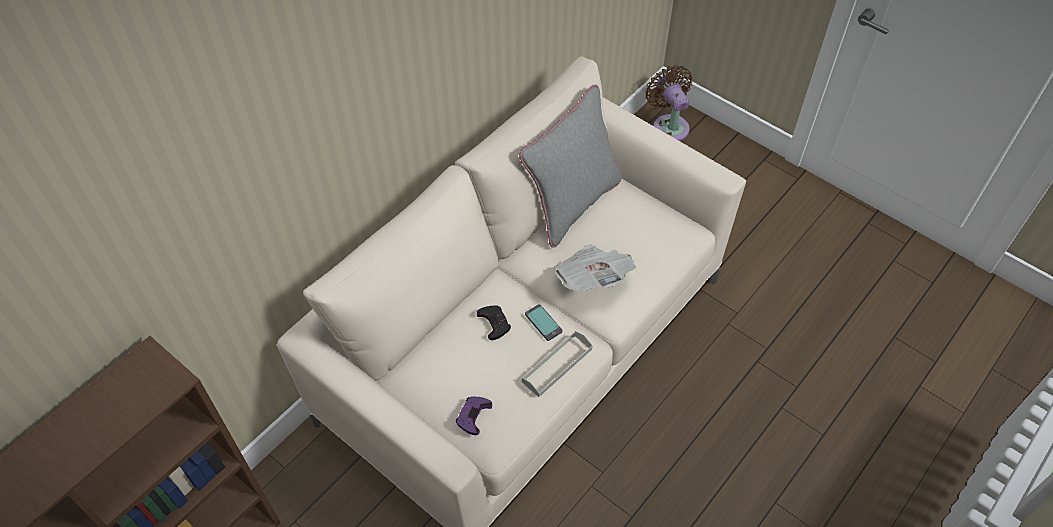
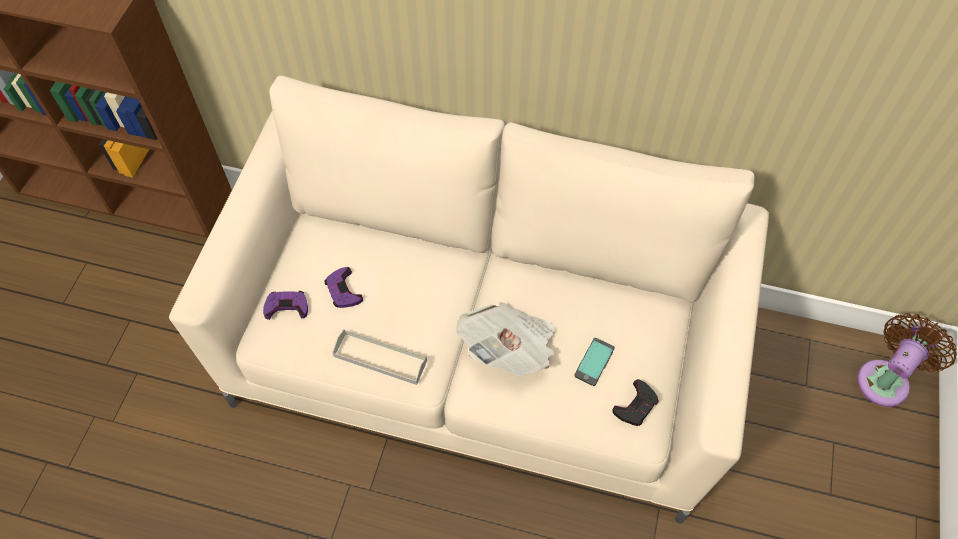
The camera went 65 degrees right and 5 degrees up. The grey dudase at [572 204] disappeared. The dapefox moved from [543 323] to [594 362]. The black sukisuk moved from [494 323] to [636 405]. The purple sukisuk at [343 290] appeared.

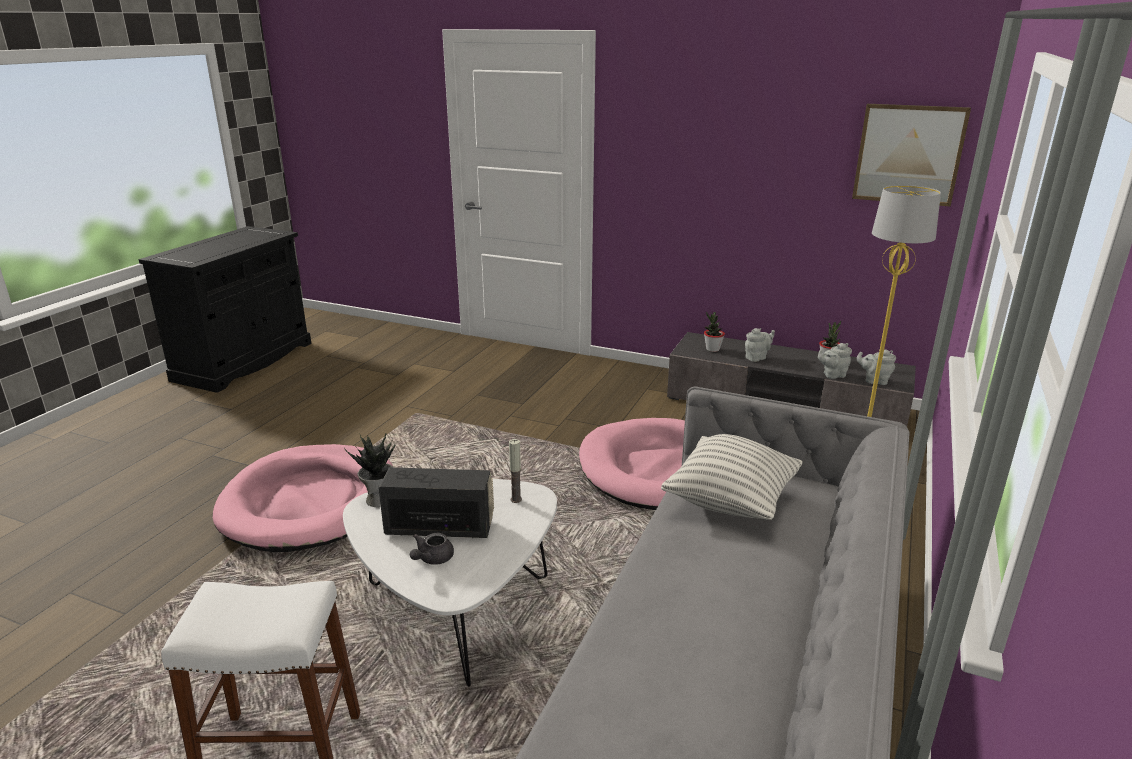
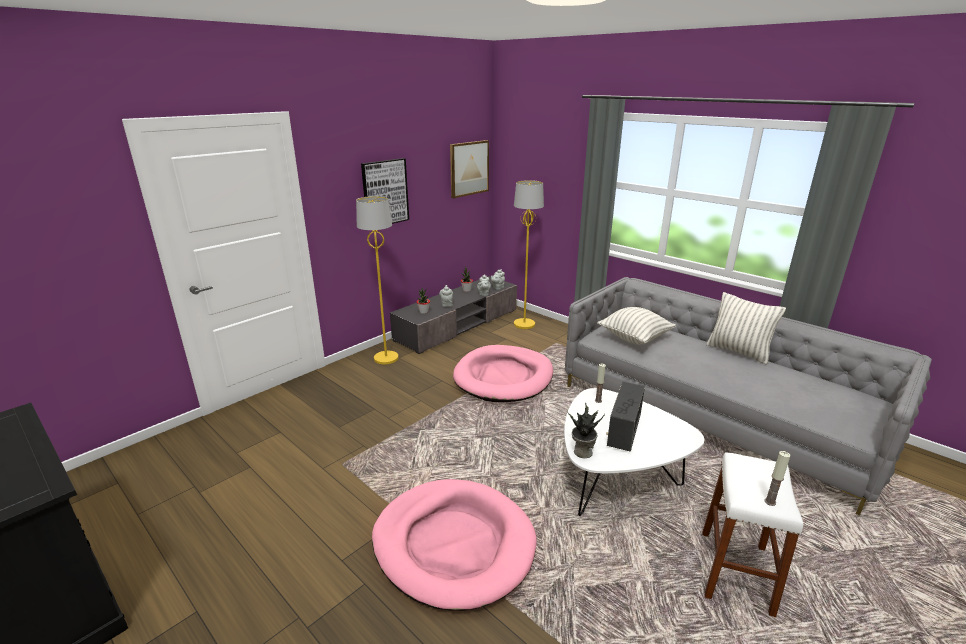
The camera went 70 degrees left and 0 degrees up. The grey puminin at [432 559] disappeared. The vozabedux at [385 192] appeared. The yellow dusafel at [386 358] appeared. The dudase at [738 352] appeared. The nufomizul at [770 502] appeared.

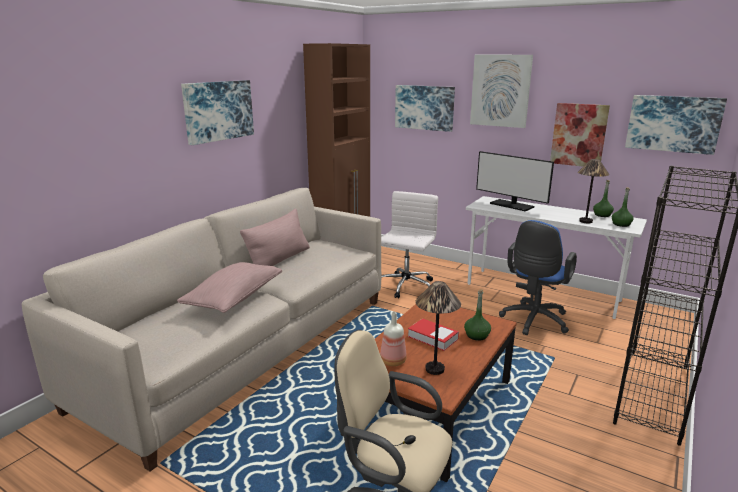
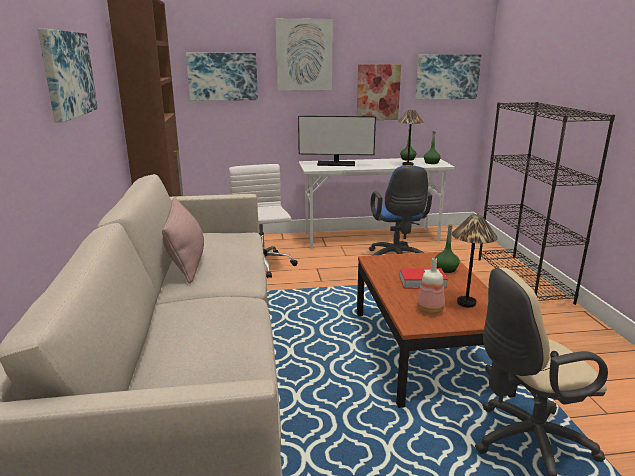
The camera went 40 degrees left and 0 degrees up. The pink dudase at [234 298] disappeared.

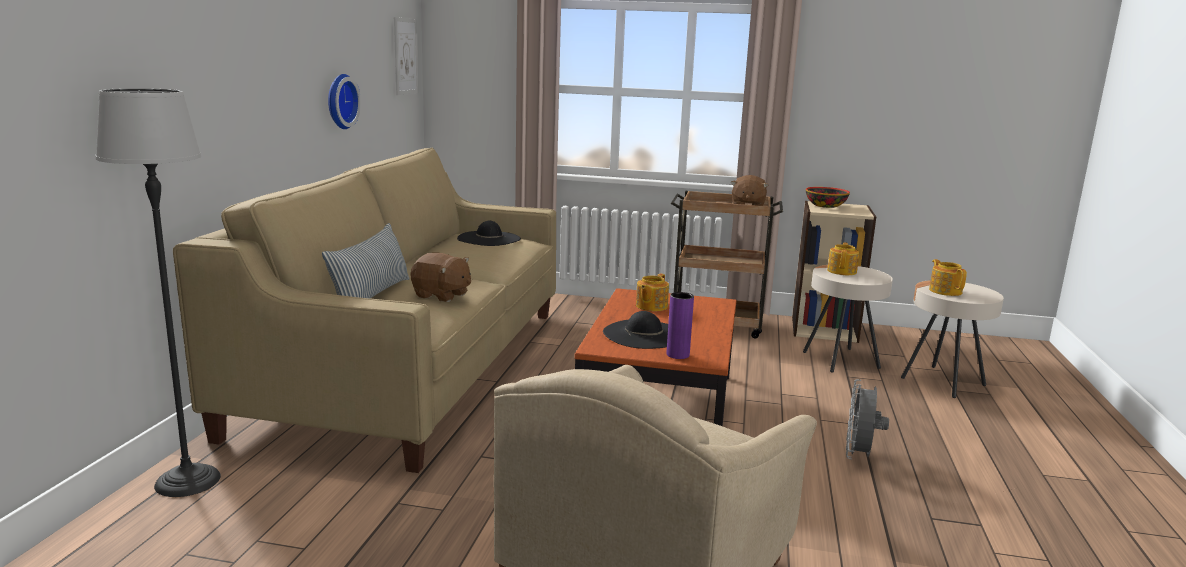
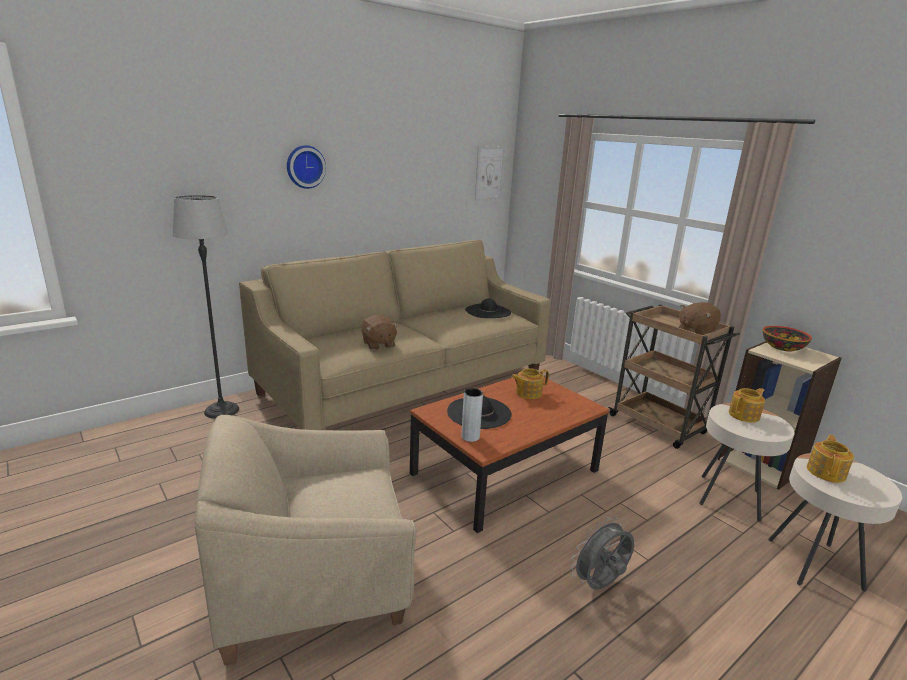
The camera went 40 degrees right and 5 degrees up. The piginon moved from [339 101] to [305 166]. The dudase at [371 296] disappeared. The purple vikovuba at [677 355] became the grey vikovuba at [470 437].

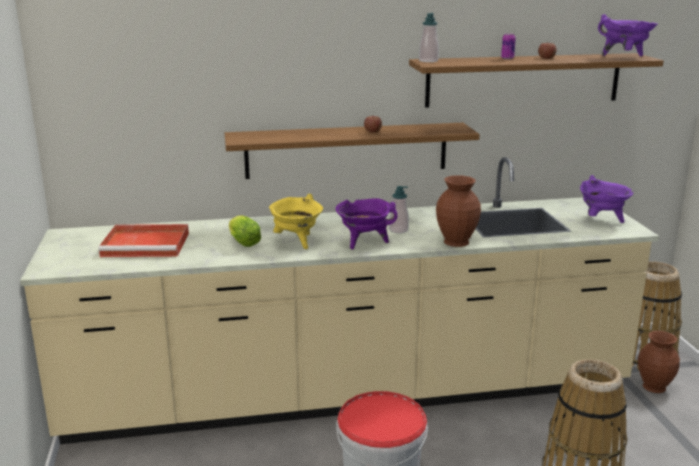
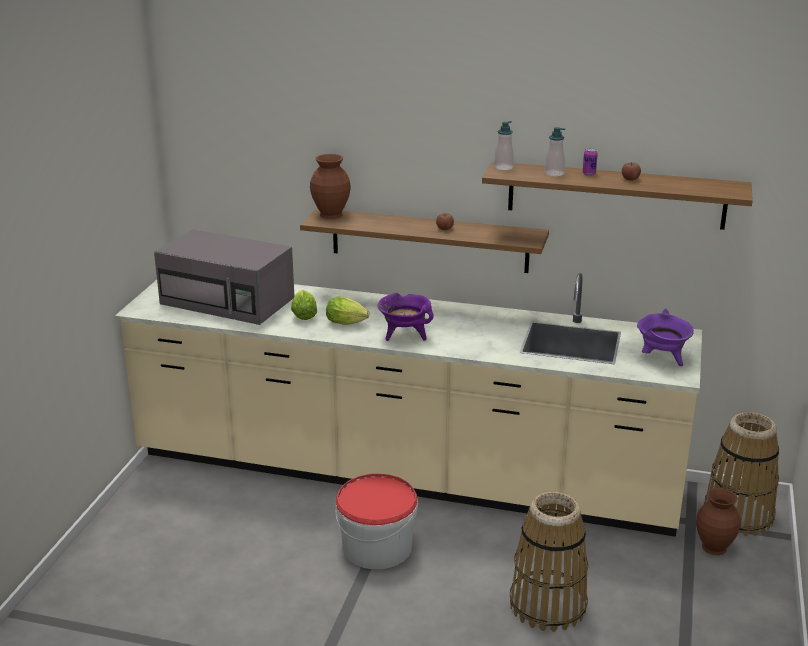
The camera went 25 degrees right and 5 degrees up. The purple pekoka at [624 57] disappeared. The brown vikovuba moved from [457 242] to [331 215]. The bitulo moved from [398 230] to [554 173]. The yellow pekoka at [296 242] was replaced by the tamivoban at [348 323]. The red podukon at [147 244] was replaced by the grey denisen at [229 301].

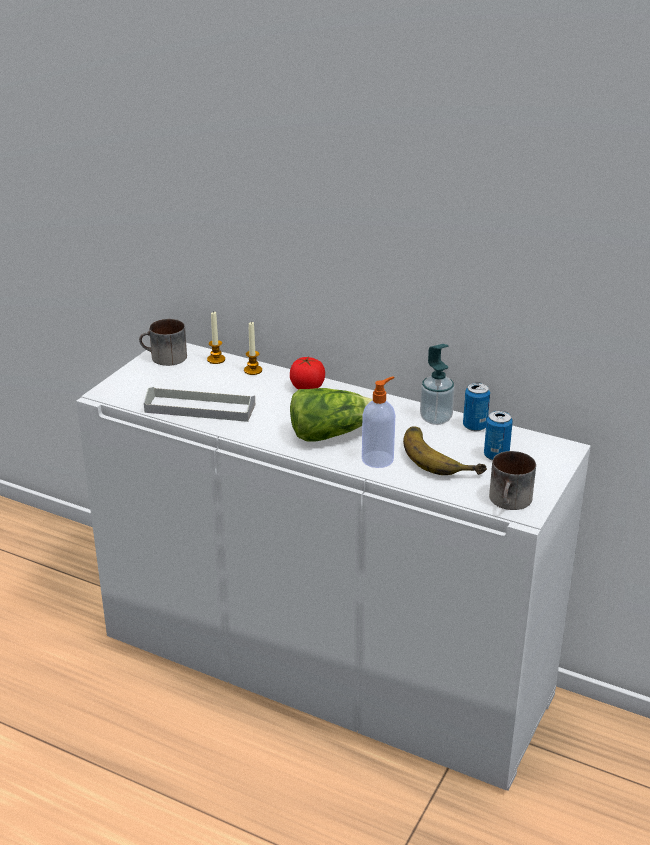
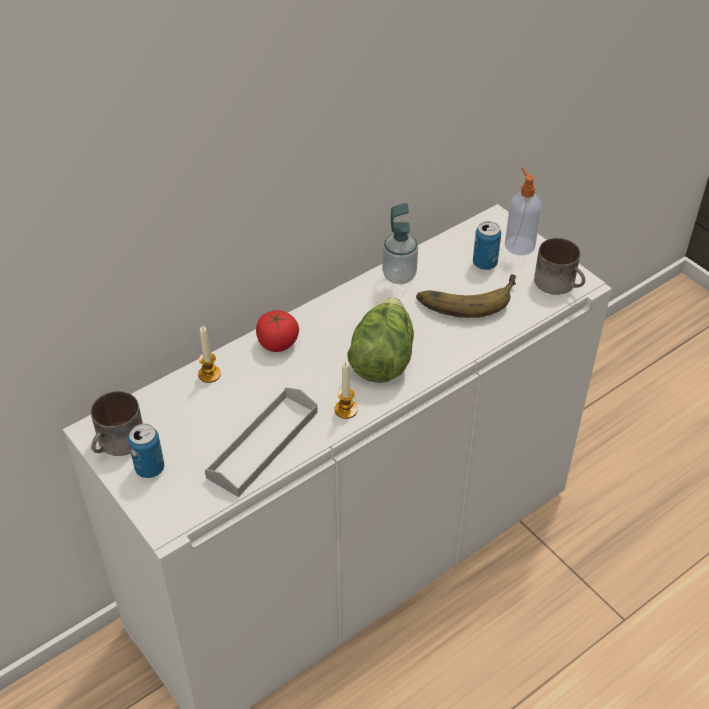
The camera went 65 degrees left and 15 degrees up. The nufomizul moved from [216 359] to [346 410]. The bitulo moved from [378 459] to [519 245]. The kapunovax moved from [474 426] to [150 468].

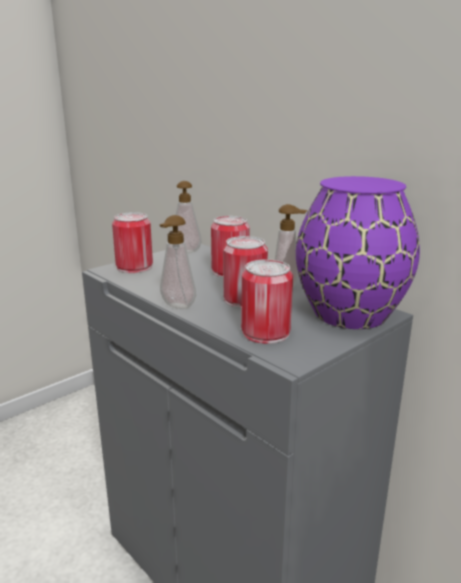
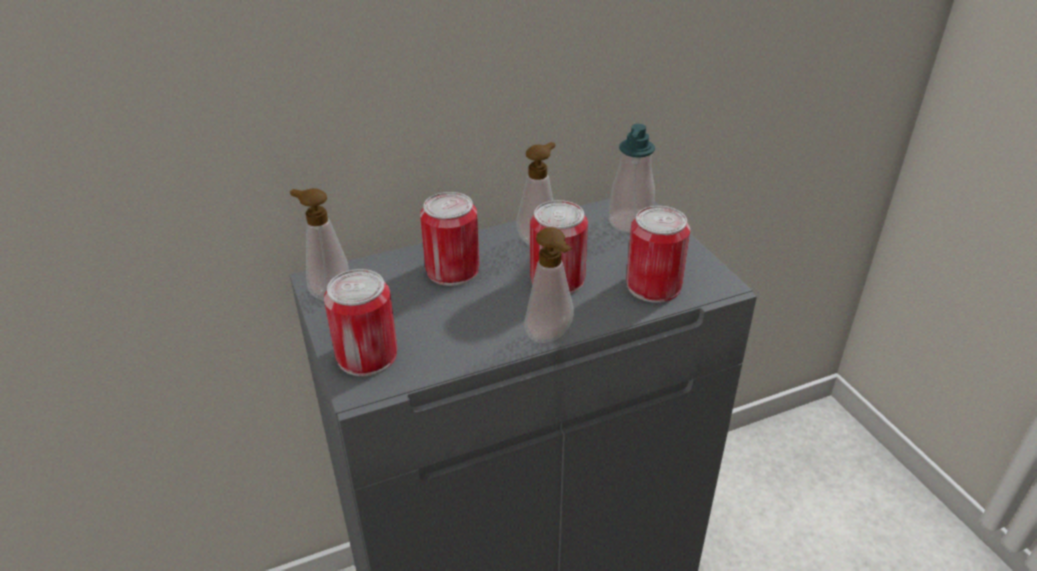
The camera went 70 degrees left and 15 degrees up. The purple vikovuba at [351 314] was replaced by the bitulo at [630 222].

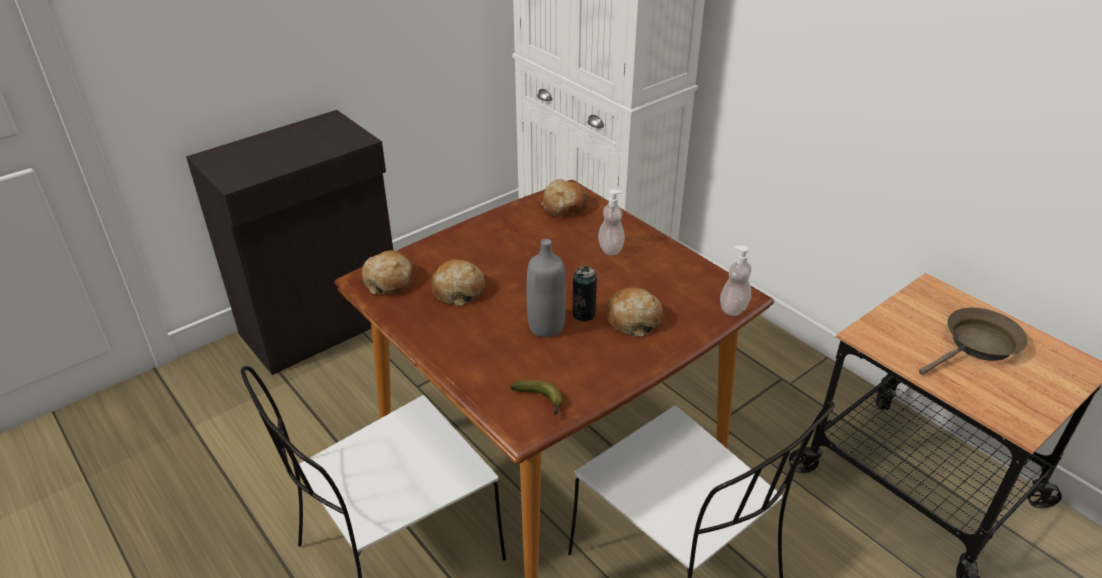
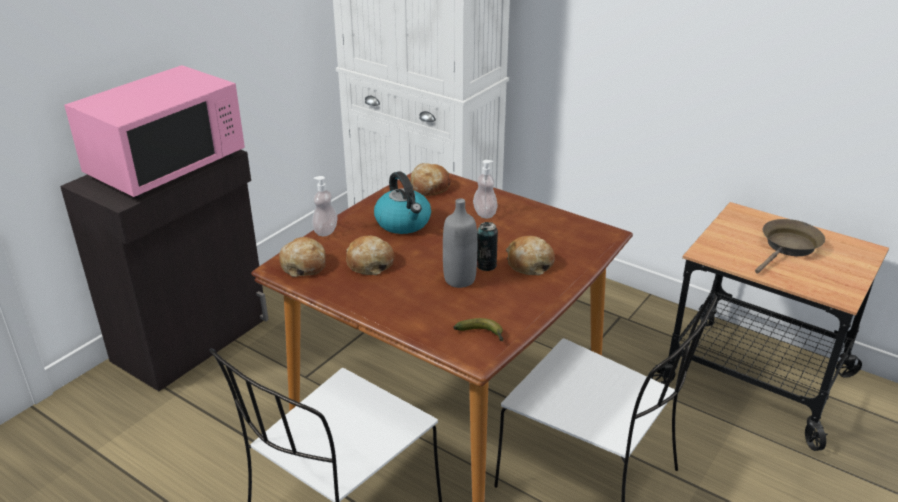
The camera went 15 degrees left and 5 degrees down. The bitulo moved from [733 308] to [325 231]. The pink denisen at [167 165] appeared. The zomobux at [404 223] appeared.

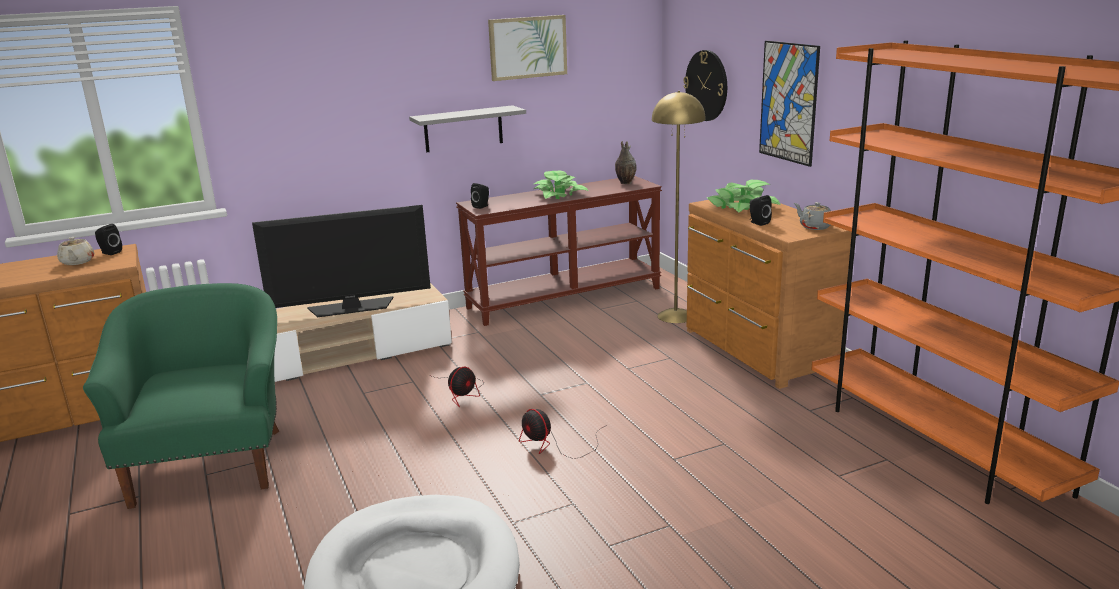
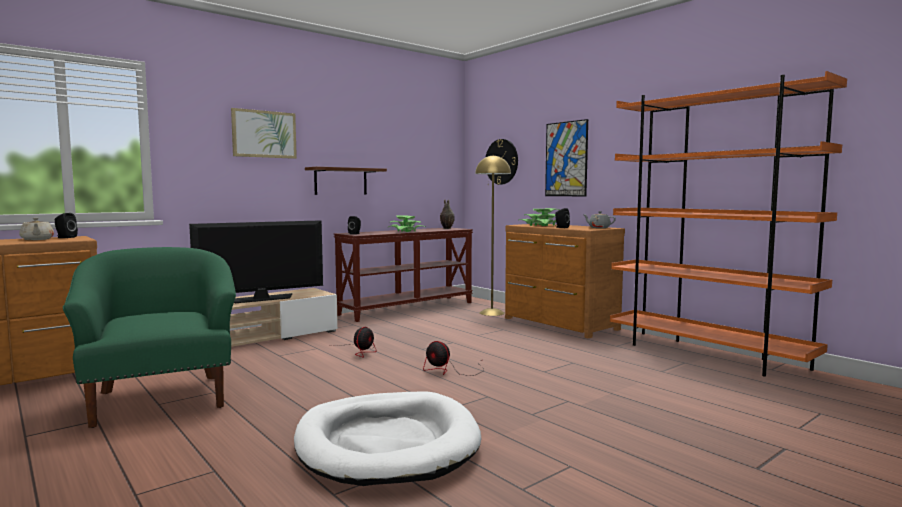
The camera went 15 degrees left and 15 degrees down. The vozabedux moved from [527 47] to [264 134]. The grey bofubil at [463 129] became the brown bofubil at [341 181].

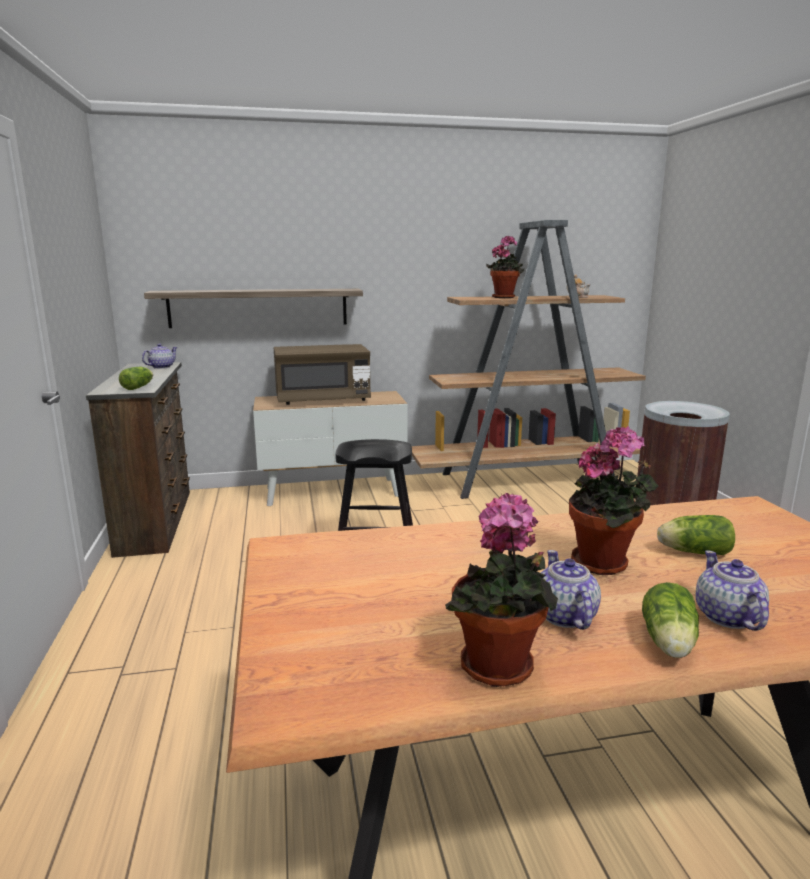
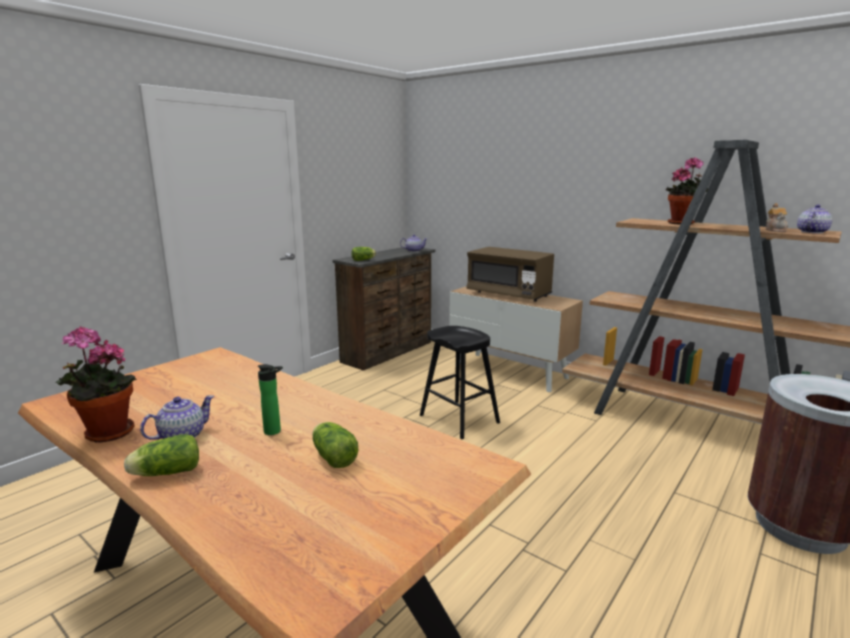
The camera went 50 degrees right and 0 degrees up. The bofubil at [258 308] disappeared. The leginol at [604 564] was replaced by the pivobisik at [275 431]. The puminin moved from [727 617] to [811 232].

